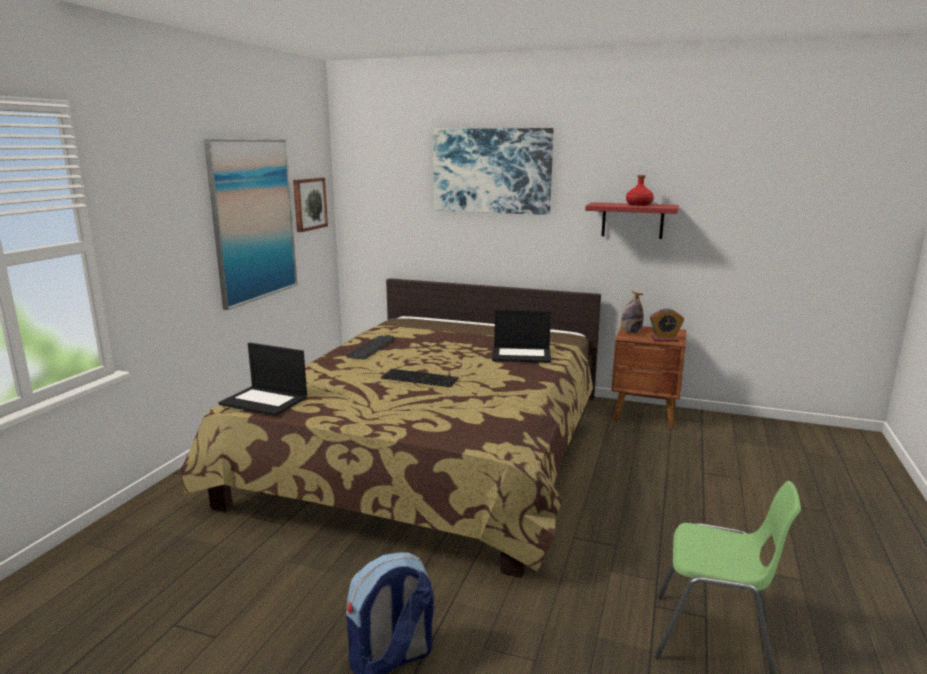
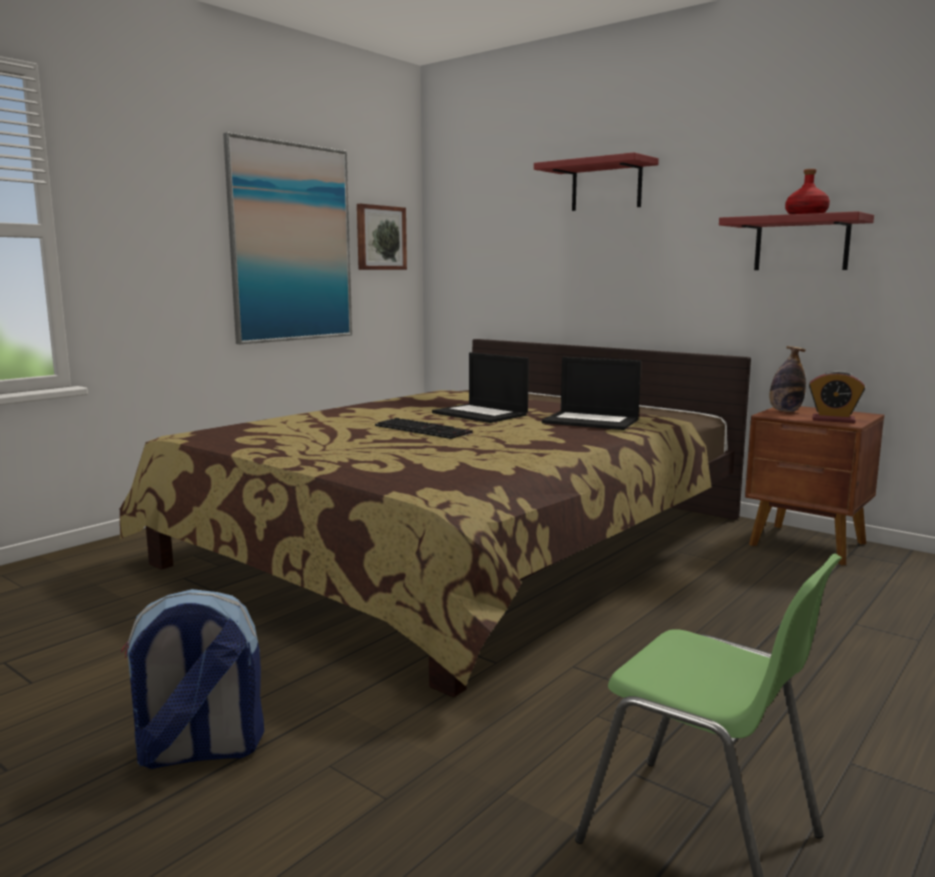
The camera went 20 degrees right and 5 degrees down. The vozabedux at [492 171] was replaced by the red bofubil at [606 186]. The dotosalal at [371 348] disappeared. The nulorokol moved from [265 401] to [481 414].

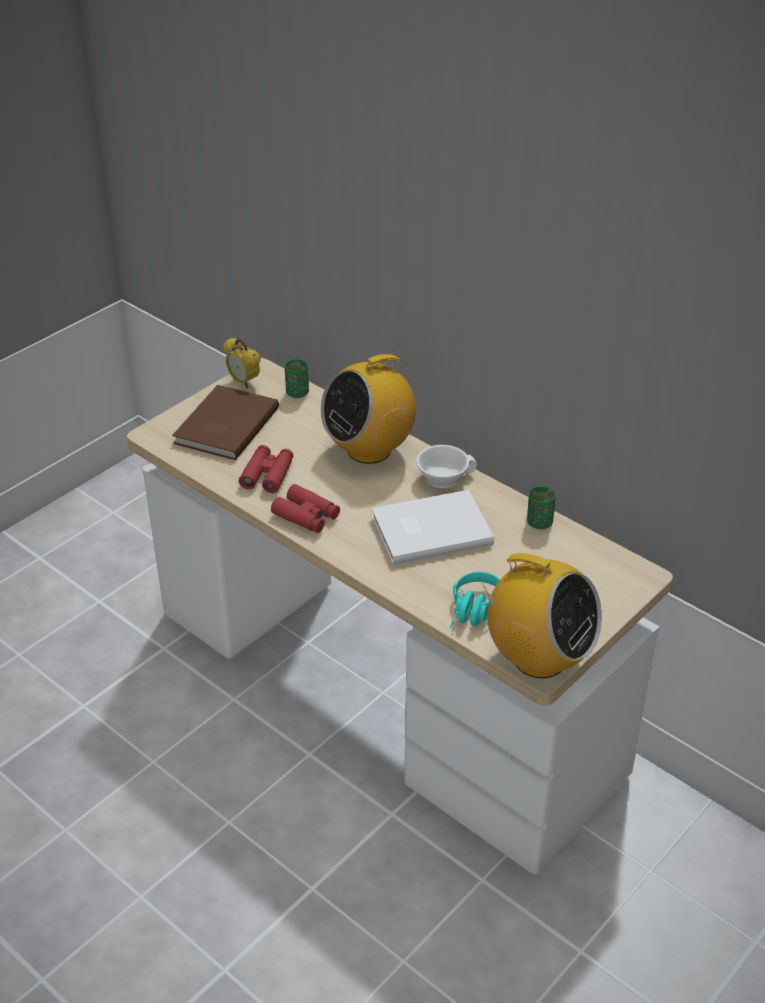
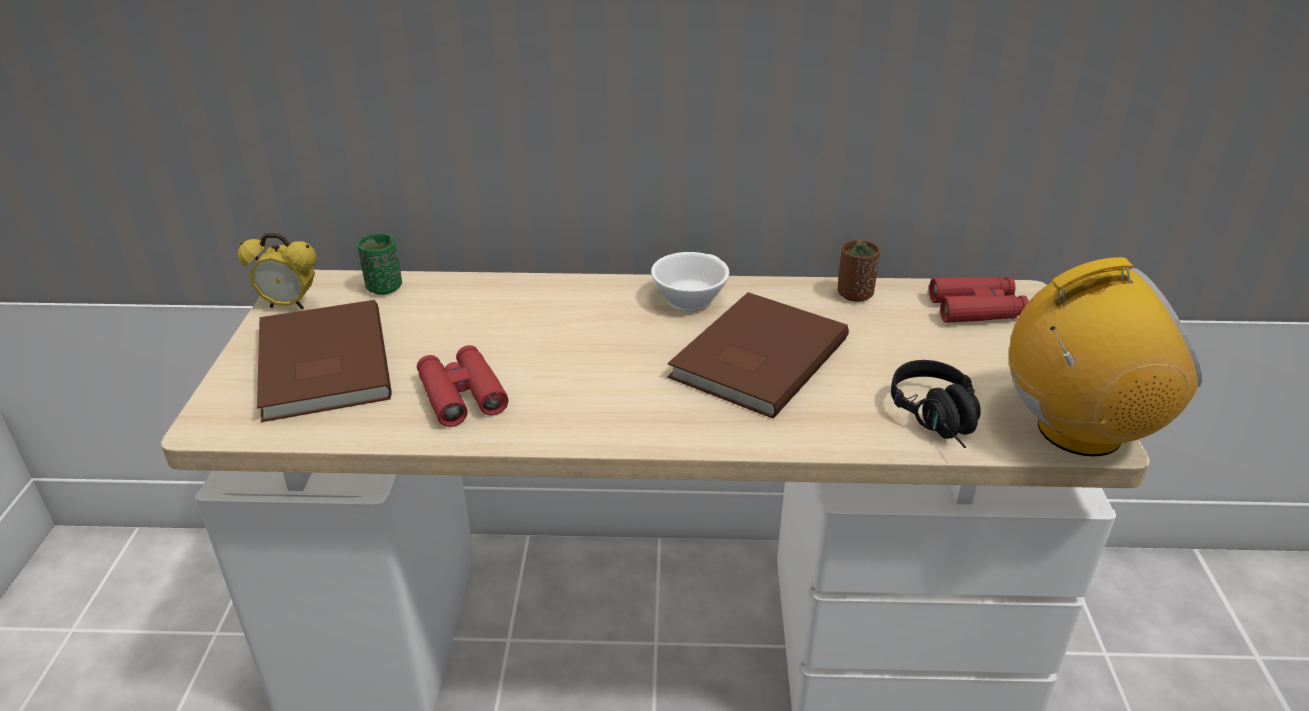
The camera went 40 degrees left and 5 degrees down. The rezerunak at [369 449] disappeared. The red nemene moved from [306 515] to [976 309]. The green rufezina at [539 523] became the brown rufezina at [854 294]. The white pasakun at [429 529] became the brown pasakun at [754 357]. The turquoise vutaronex at [474 613] became the black vutaronex at [940 421].

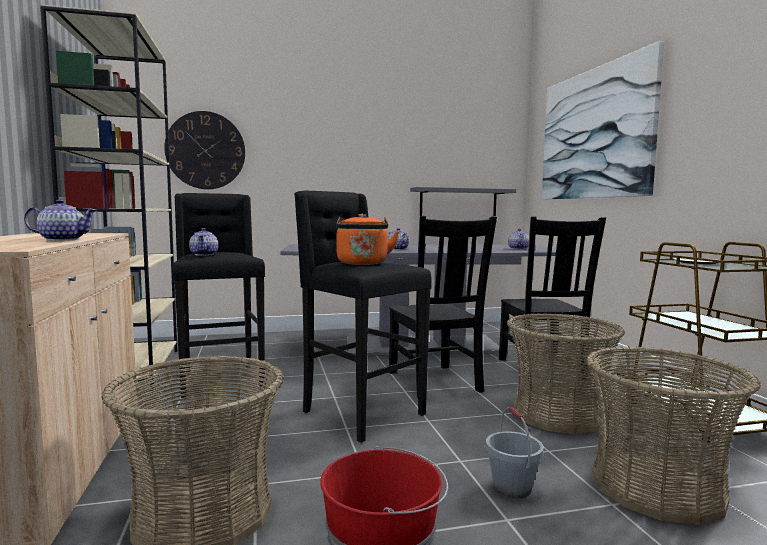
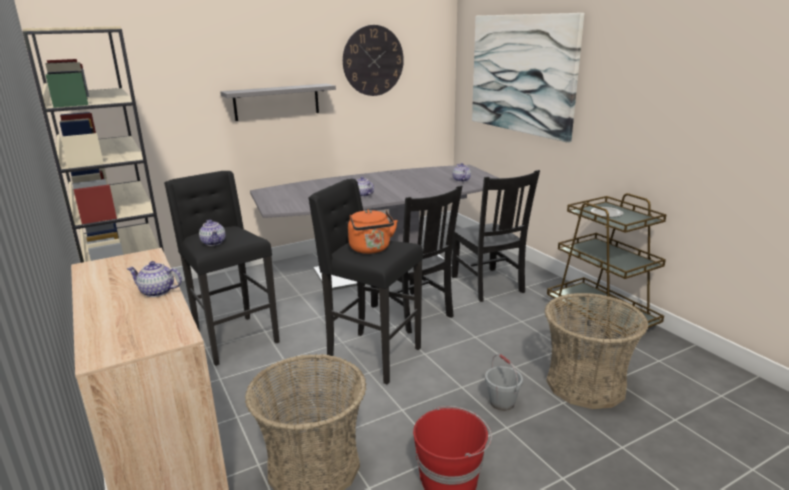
The camera went 15 degrees left and 15 degrees up. The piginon moved from [205 150] to [373 61]. The grey bofubil moved from [458 202] to [277 102]. The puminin at [62 239] turned 150 degrees counterclockwise. The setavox at [558 414] disappeared.

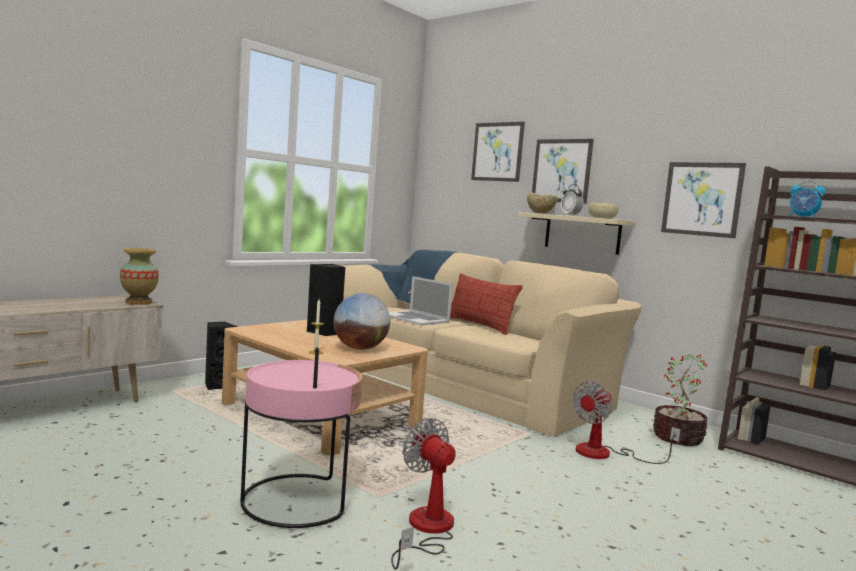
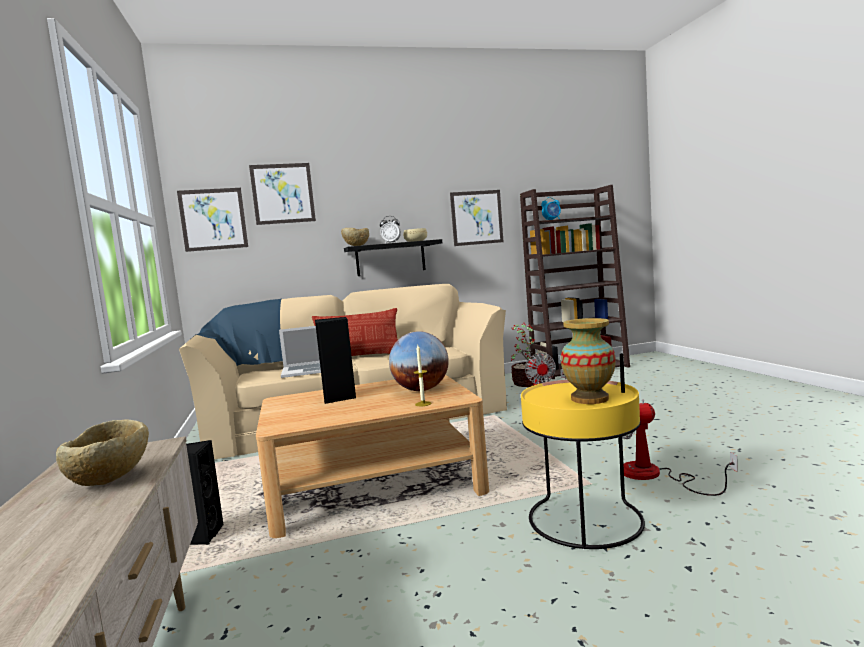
The camera went 55 degrees left and 0 degrees up. The vozabedux moved from [561 170] to [213 219]. The beige bofubil at [582 233] became the black bofubil at [390 258]. The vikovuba moved from [139 302] to [589 399]. The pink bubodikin at [297 500] became the yellow bubodikin at [584 519]. The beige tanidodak at [110 481] appeared.

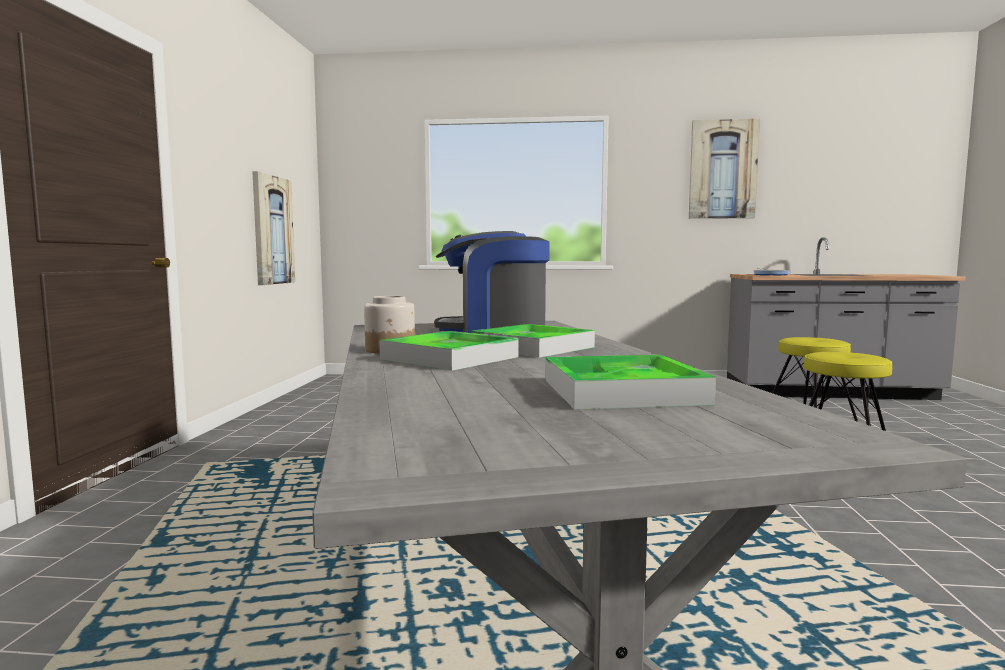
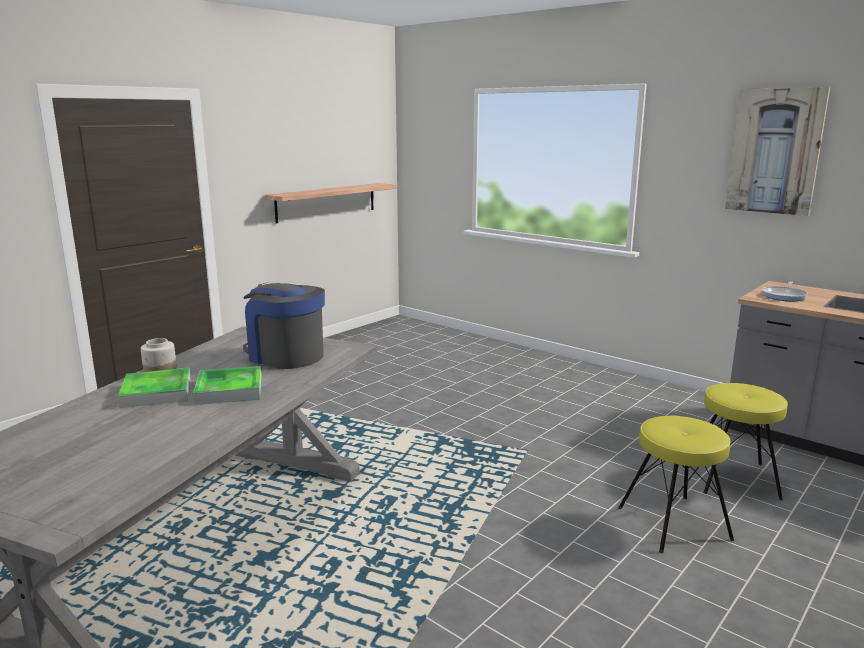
The camera went 35 degrees right and 10 degrees up. The vozabedux at [272 230] was replaced by the bofubil at [326 202]. The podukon at [622 391] disappeared.

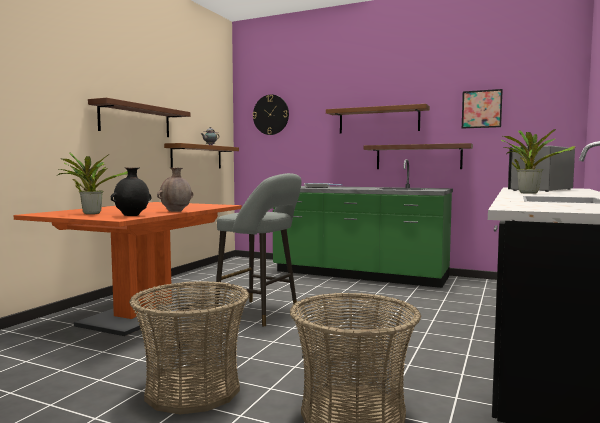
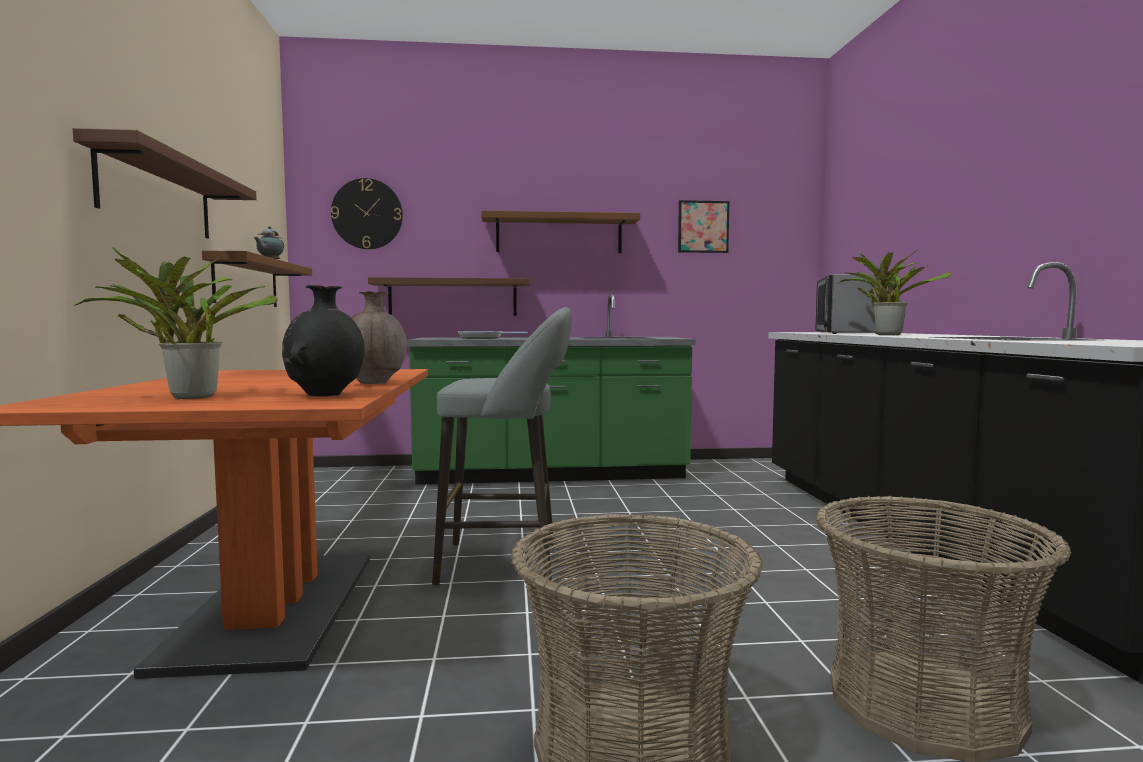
The camera went 30 degrees left and 0 degrees up. The brown bofubil moved from [418 157] to [453 297].

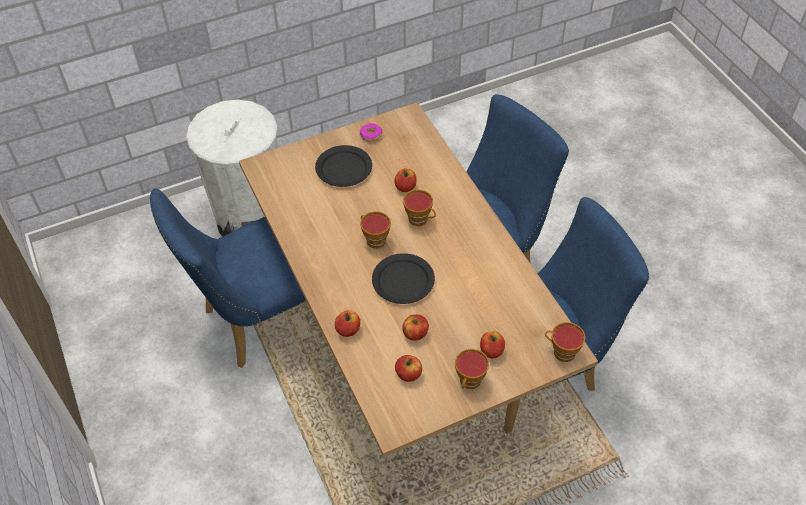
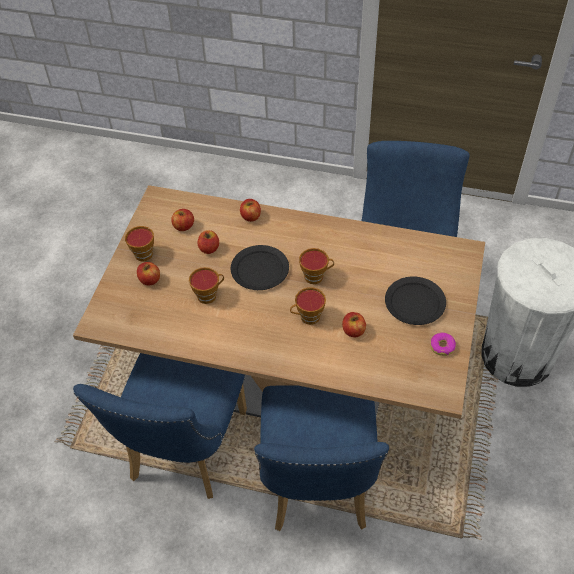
The camera went 130 degrees right and 0 degrees up. The rufezina moved from [561 352] to [209 295].

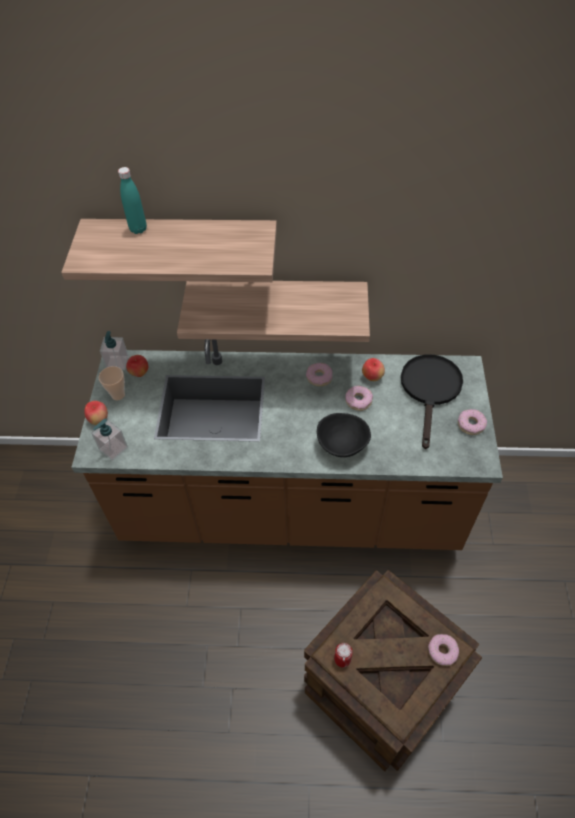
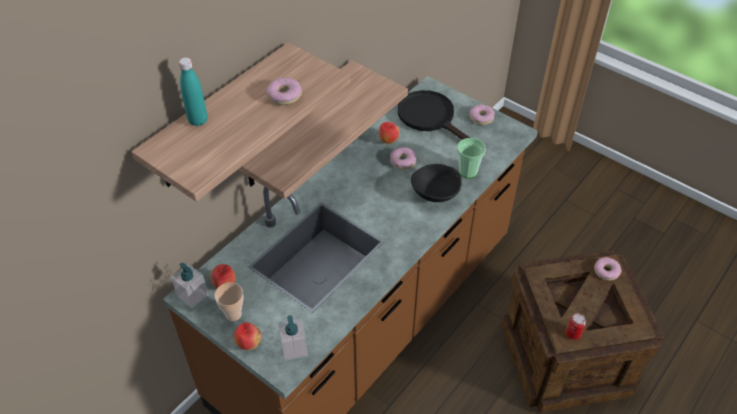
The camera went 55 degrees left and 5 degrees down. The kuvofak moved from [319 377] to [284 95]. The rufezina at [468 171] appeared.

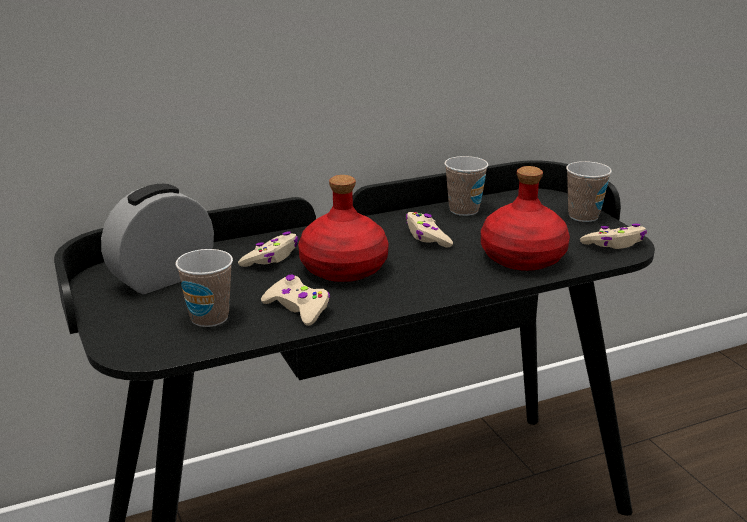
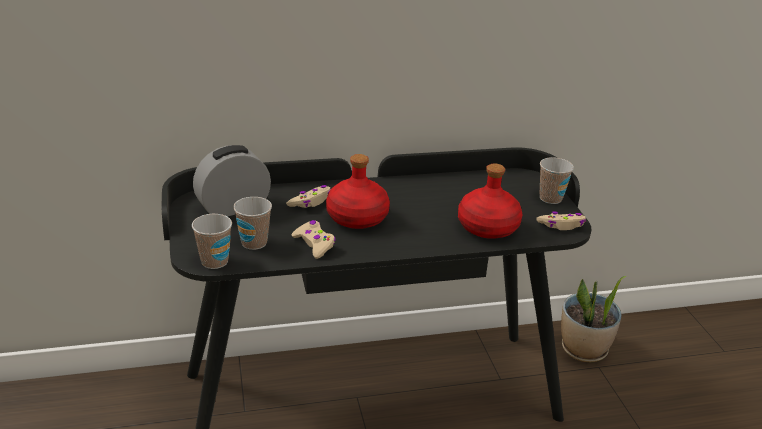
The camera went 10 degrees right and 5 degrees up. The rufezina moved from [464 210] to [214 261]. The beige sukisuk at [427 237] disappeared. The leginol at [583 350] appeared.

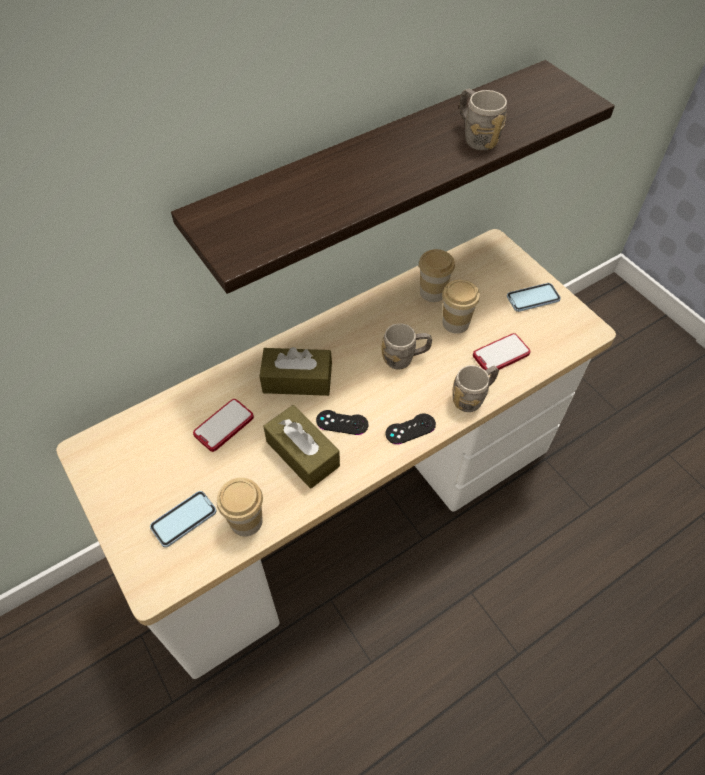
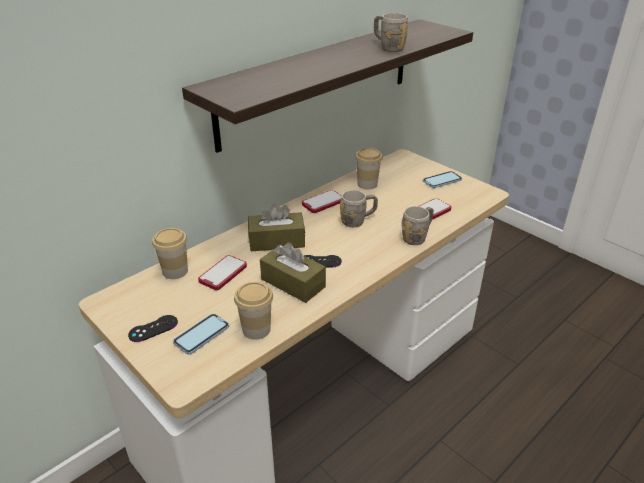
The camera went 10 degrees left and 20 degrees down. The rufezina moved from [455 323] to [175 271]. The black sukisuk moved from [410 429] to [153 328]. The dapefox at [323 203] appeared.

